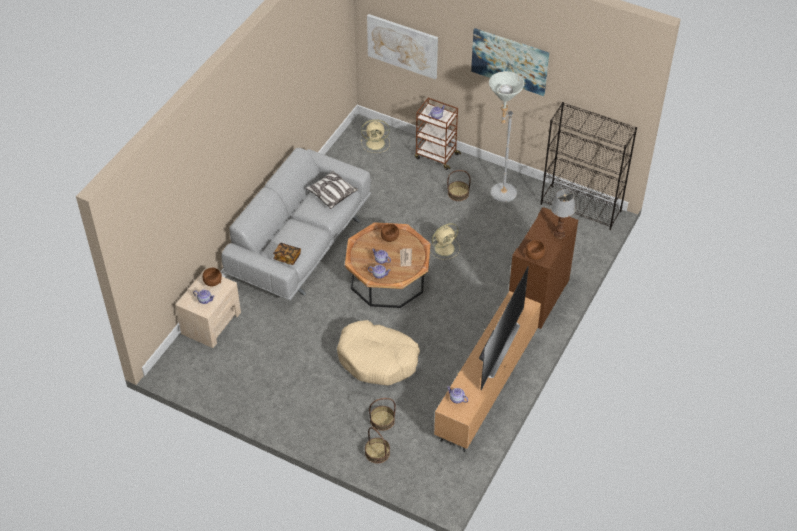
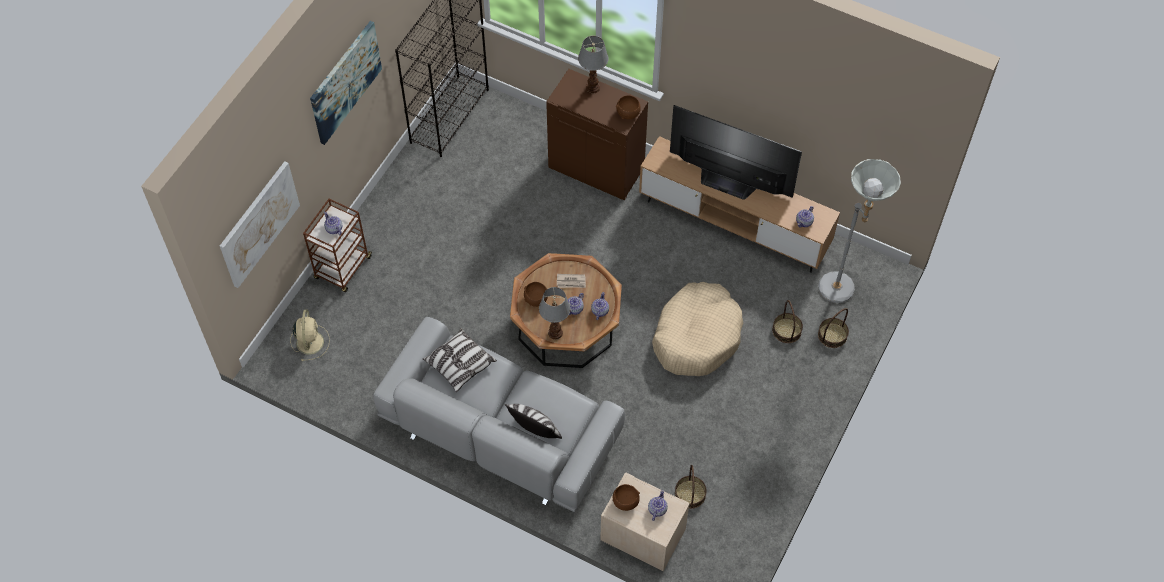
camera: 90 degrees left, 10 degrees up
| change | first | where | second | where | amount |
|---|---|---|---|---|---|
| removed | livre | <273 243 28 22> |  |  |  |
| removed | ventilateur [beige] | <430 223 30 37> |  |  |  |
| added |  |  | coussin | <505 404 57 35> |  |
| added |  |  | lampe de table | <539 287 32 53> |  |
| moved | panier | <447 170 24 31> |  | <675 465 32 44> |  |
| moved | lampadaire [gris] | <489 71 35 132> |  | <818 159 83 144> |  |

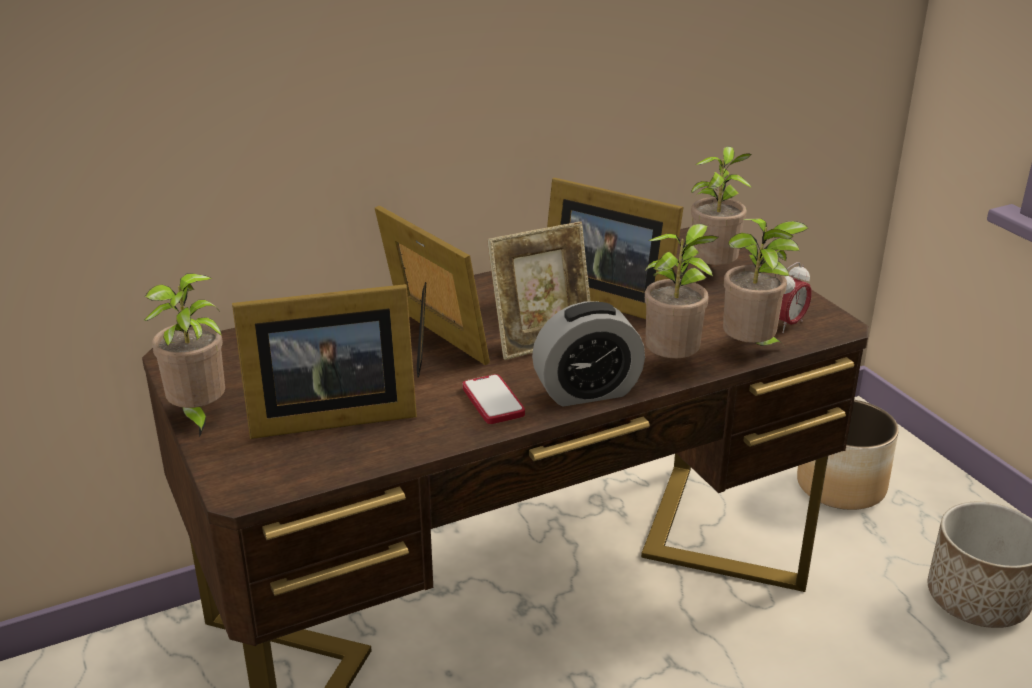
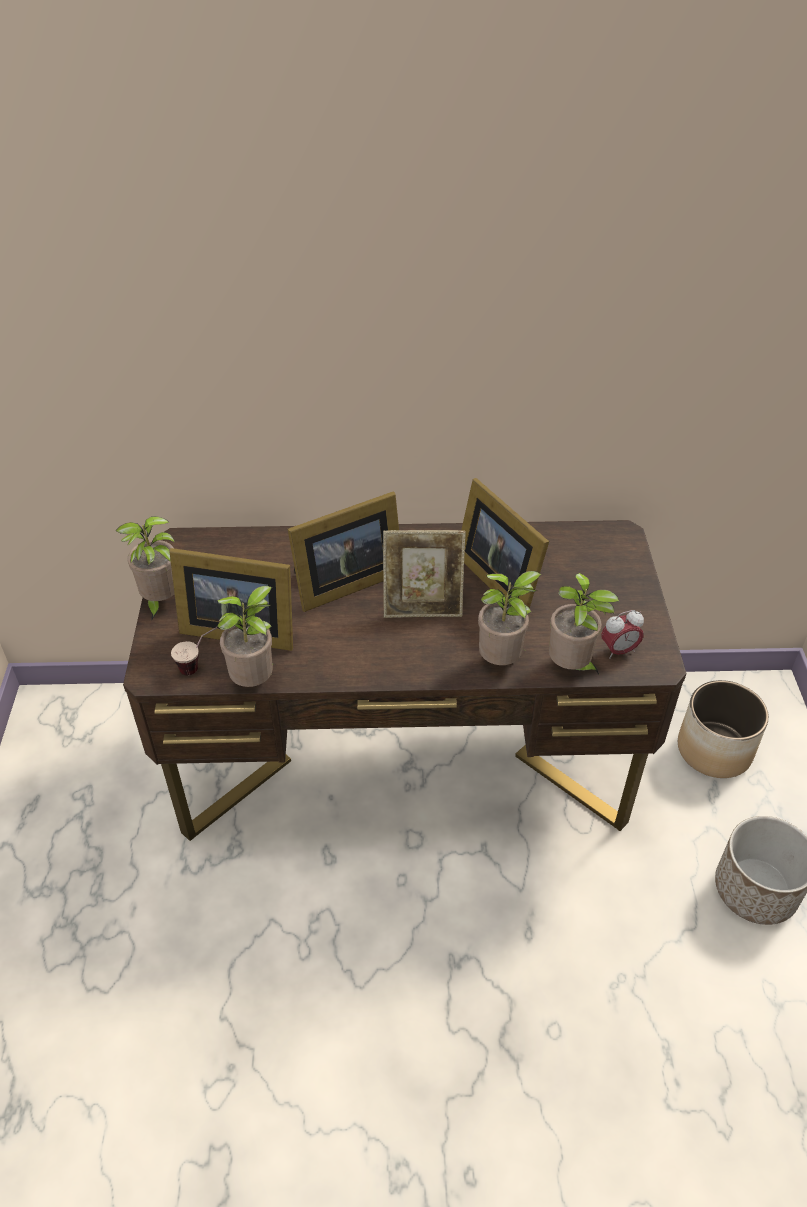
camera: 25 degrees right, 15 degrees up
| change | first | where | second | where | amount |
|---|---|---|---|---|---|
| removed | téléphone | <462 374 63 50> |  |  |  |
| removed | réveil | <532 301 113 105> |  |  |  |
| added |  |  | tasse | <171 627 46 48> |  |
| moved | plante en pot | <691 146 61 119> |  | <217 585 59 102> |  |
| turned | cadre photo | <375 206 115 171> |  | <288 491 111 121> | 75 degrees clockwise |

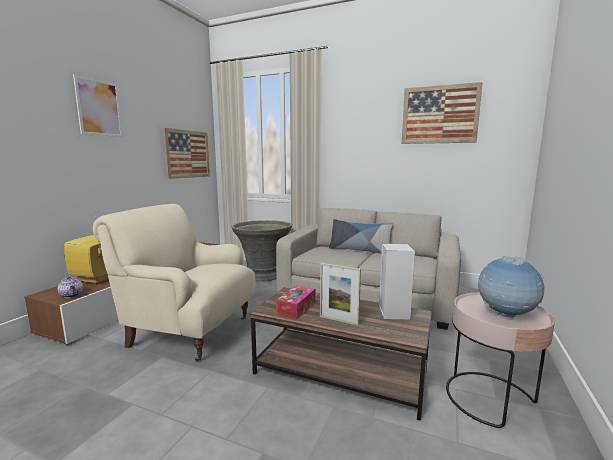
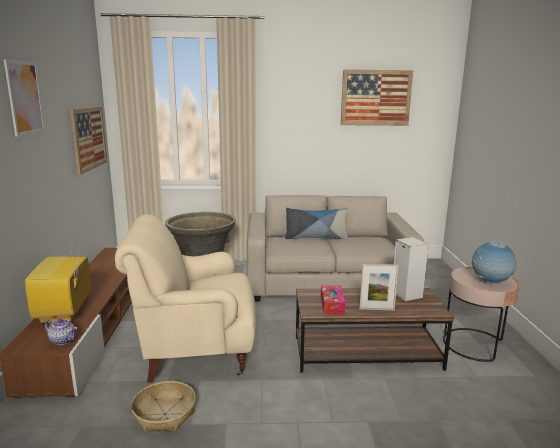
camera: 25 degrees left, 5 degrees up
| change | first | where | second | where | amount |
|---|---|---|---|---|---|
| added |  |  | panier | <131 381 65 52> |  |

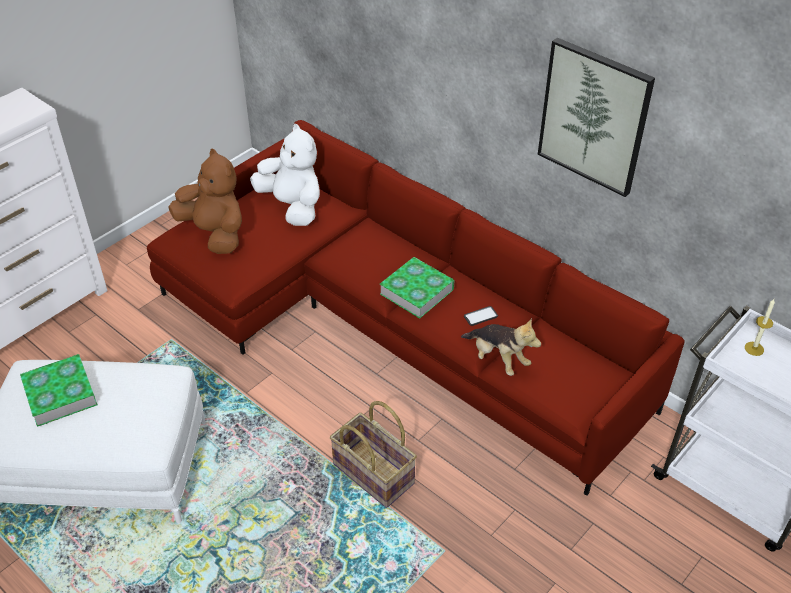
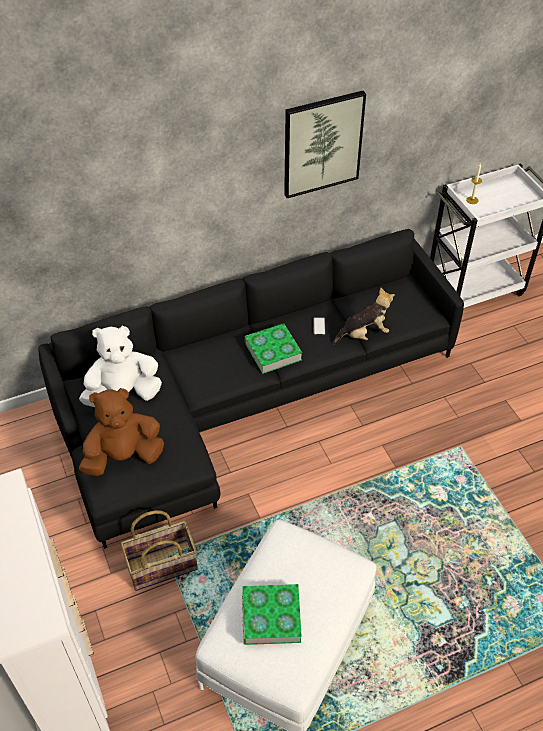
camera: 65 degrees left, 5 degrees up
| change | first | where | second | where | amount |
|---|---|---|---|---|---|
| moved | panier | <330 401 87 107> |  | <120 510 78 81> |  |
| recoloured | canapé [rouge] | <147 120 538 376> | canapé [noir] | <38 229 426 320> |  |

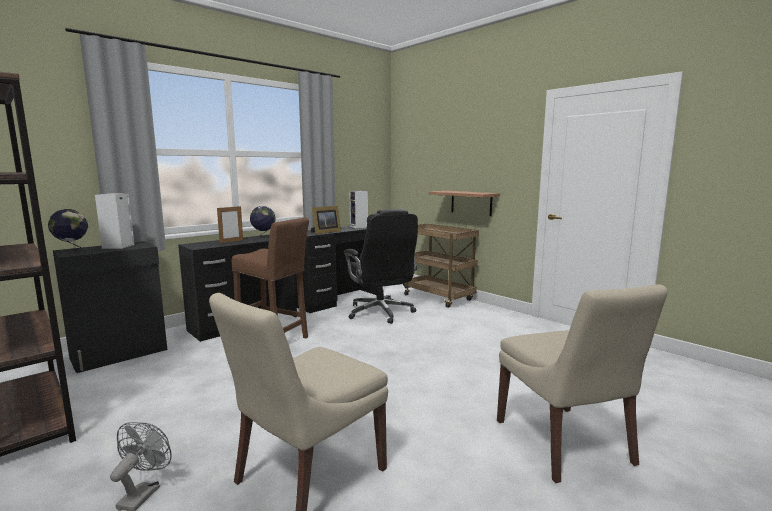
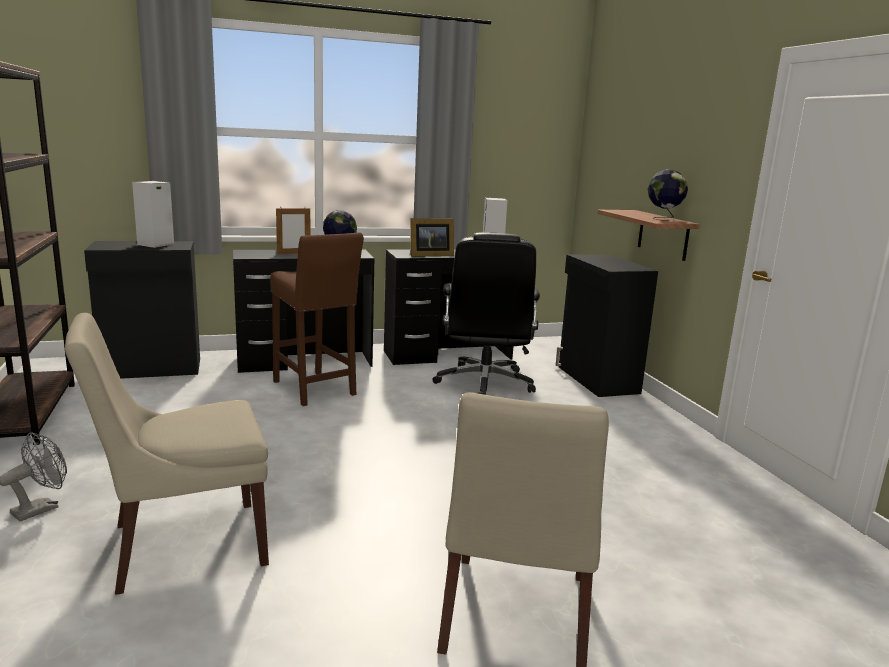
camera: 25 degrees right, 5 degrees up
| change | first | where | second | where | amount |
|---|---|---|---|---|---|
| moved | globe | <48 209 40 44> |  | <648 169 40 52> |  |
| replaced | chariot [marron] | <404 223 75 85> | meuble de rangement [noir] | <556 254 102 143> |  |

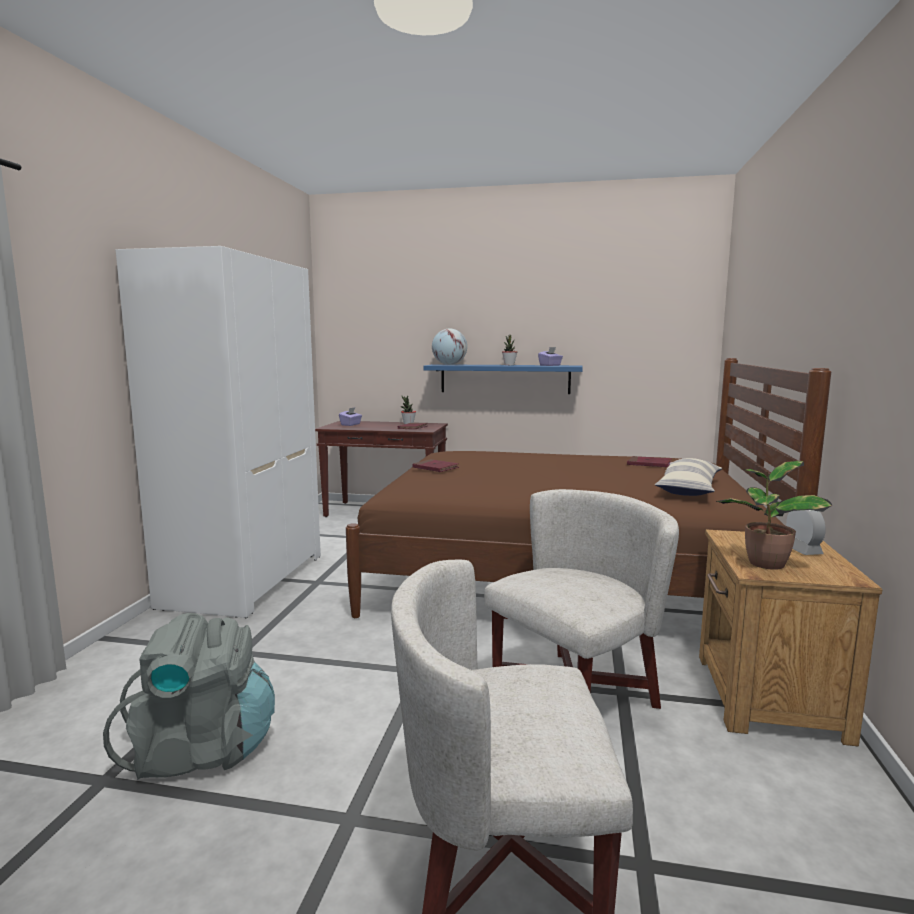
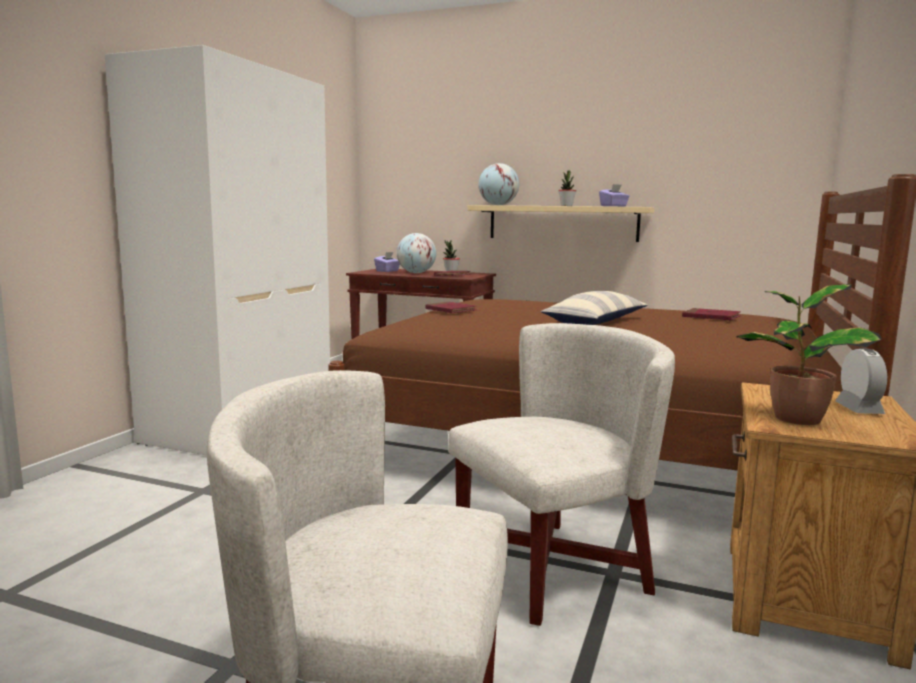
camera: 10 degrees right, 0 degrees up
| change | first | where | second | where | amount |
|---|---|---|---|---|---|
| removed | sac à dos [gris] | <103 613 172 167> |  |  |  |
| added |  |  | globe | <397 233 39 40> |  |
| moved | coussin | <655 458 67 38> |  | <541 291 107 34> |  |
| recoloured | étagère [bleu] | <424 364 159 30> | étagère [beige] | <467 205 187 37> |  |

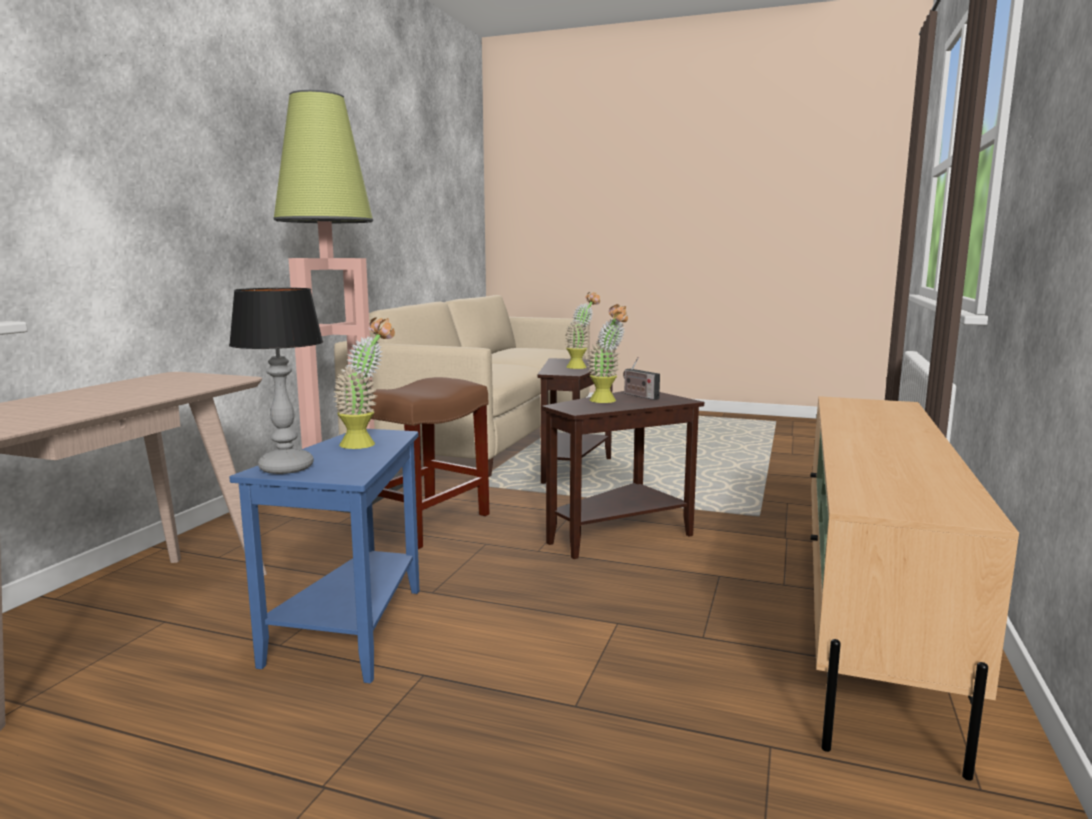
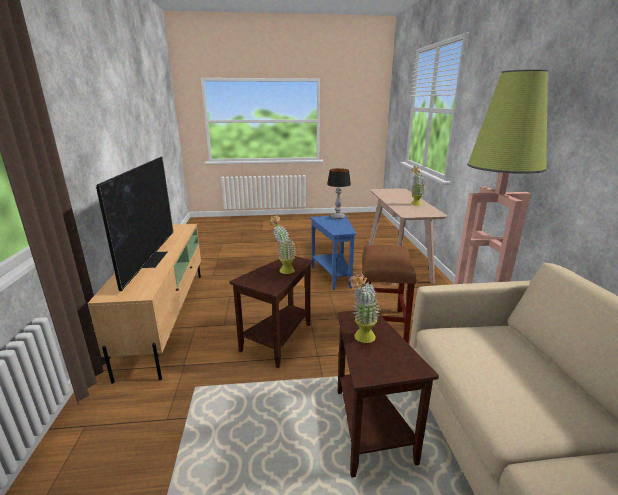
camera: 155 degrees right, 10 degrees up
| change | first | where | second | where | amount |
|---|---|---|---|---|---|
| removed | radio | <623 357 37 43> |  |  |  |
| added |  |  | téléviseur | <96 156 77 135> |  |
| moved | plante en pot | <333 317 62 132> |  | <411 166 14 40> |  |

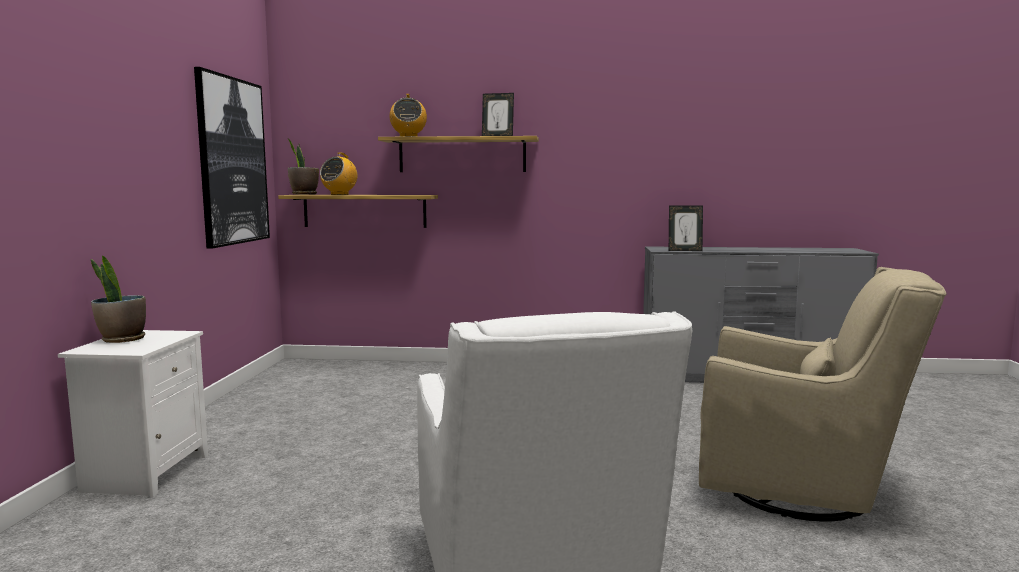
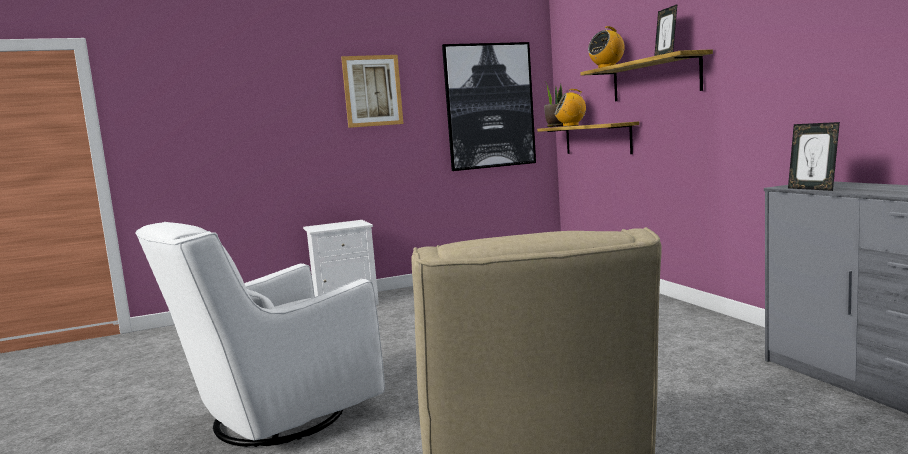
camera: 65 degrees right, 0 degrees up
| change | first | where | second | where | amount |
|---|---|---|---|---|---|
| removed | plante en pot | <91 256 55 87> |  |  |  |
| added |  |  | tableau | <341 55 63 73> |  |

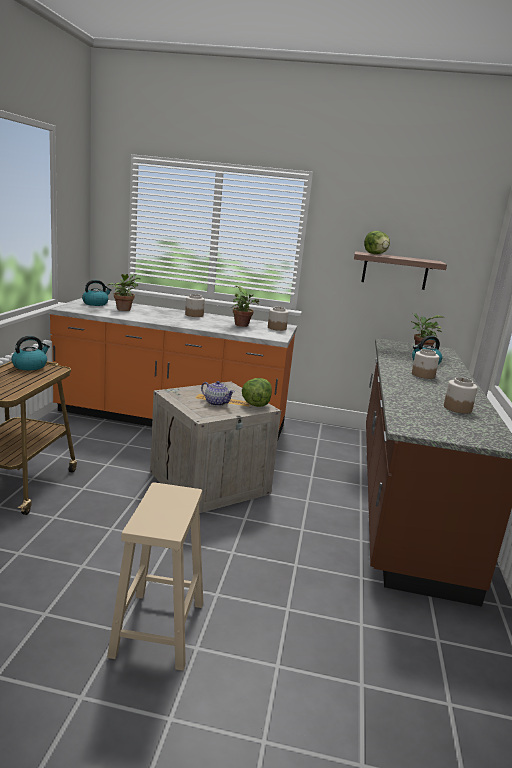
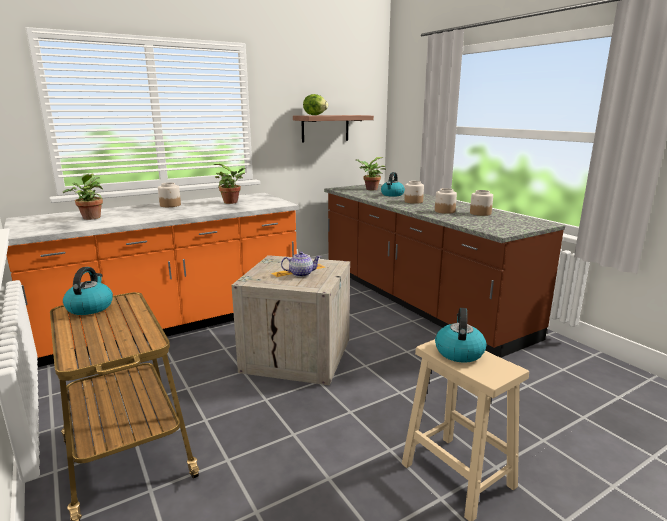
camera: 40 degrees left, 0 degrees up
| change | first | where | second | where | amount |
|---|---|---|---|---|---|
| removed | laitue | <242 378 30 29> |  |  |  |
| moved | bouilloire | <82 280 29 26> |  | <435 308 51 55> |  |
| moved | bocal | <268 307 21 24> |  | <435 188 22 26> |  |

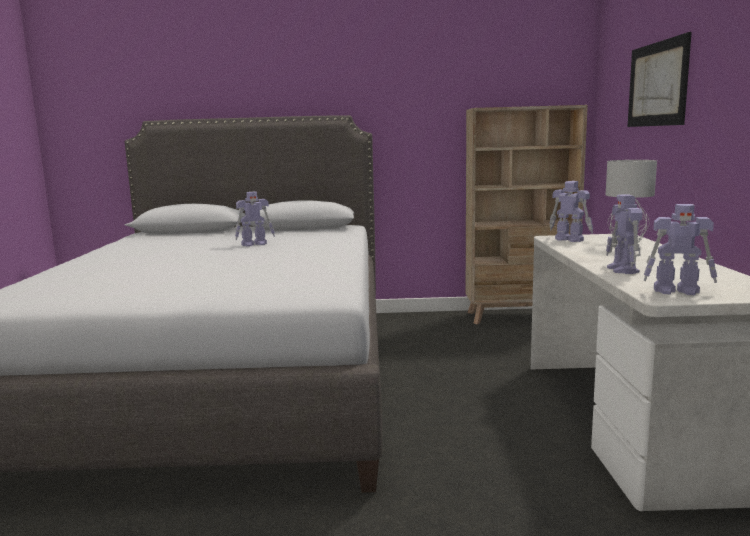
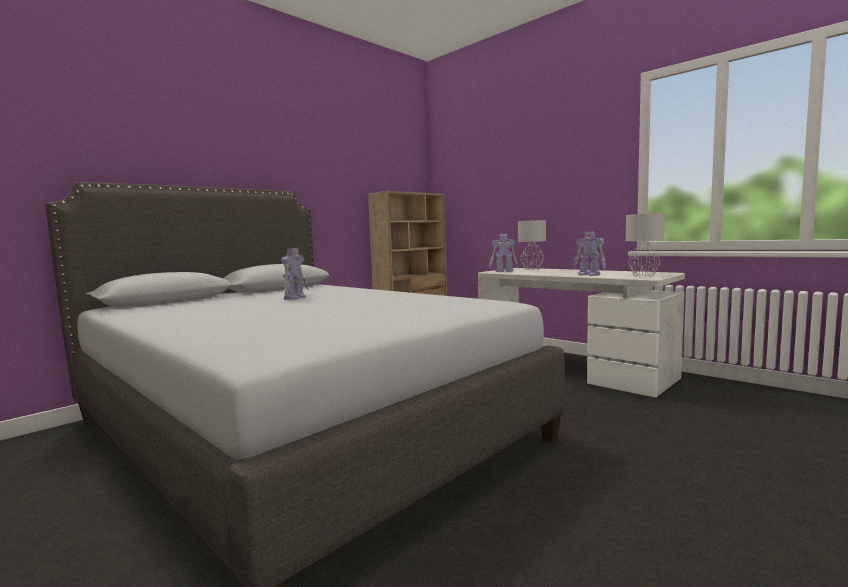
camera: 45 degrees left, 5 degrees down
| change | first | where | second | where | amount |
|---|---|---|---|---|---|
| removed | tableau | <628 32 64 95> |  |  |  |
| replaced | robot jouet | <643 204 74 91> | lampe de table [gris] | <626 213 39 64> |  |

